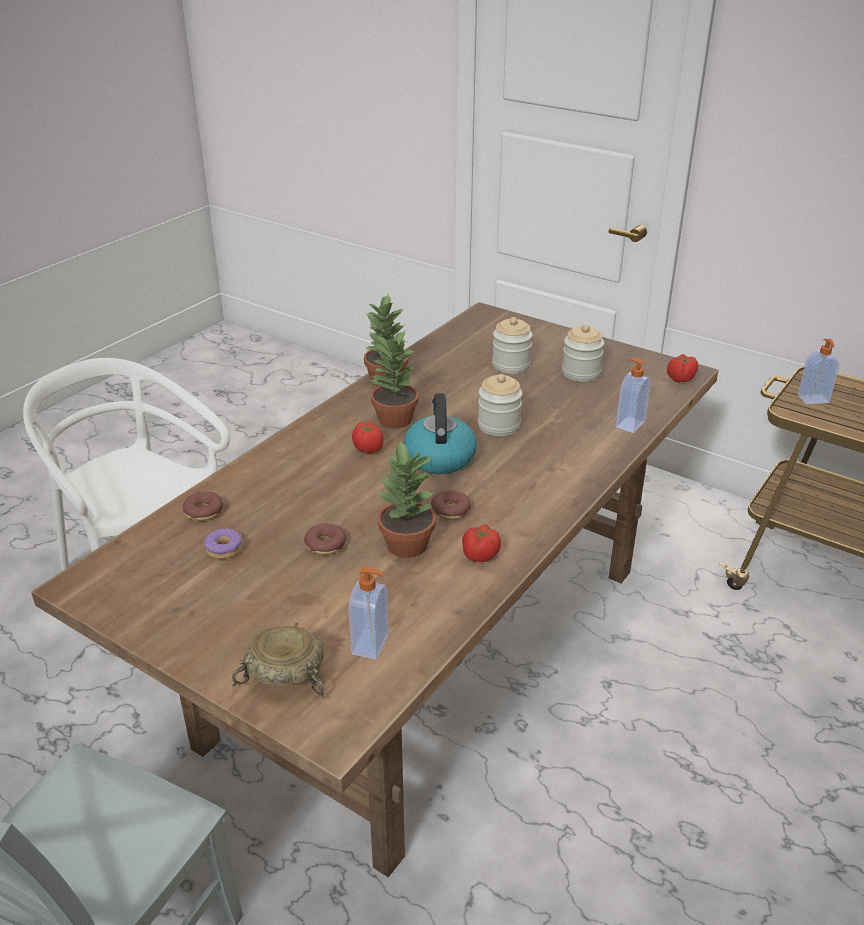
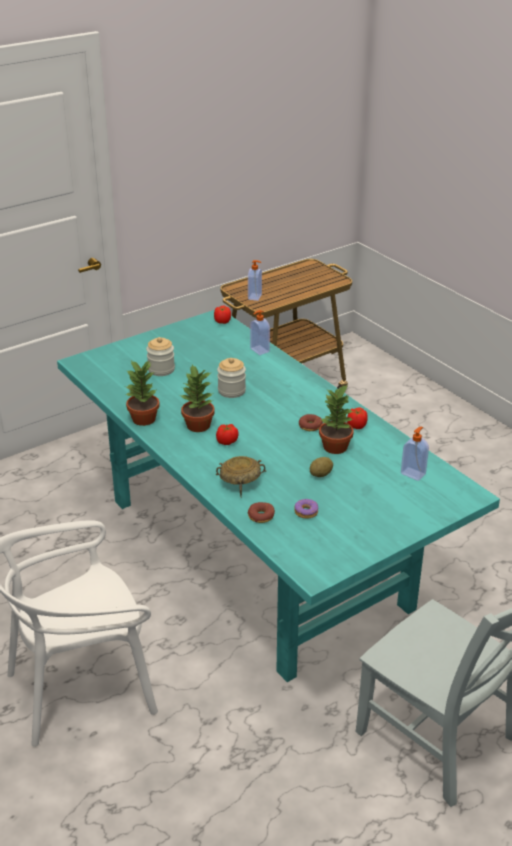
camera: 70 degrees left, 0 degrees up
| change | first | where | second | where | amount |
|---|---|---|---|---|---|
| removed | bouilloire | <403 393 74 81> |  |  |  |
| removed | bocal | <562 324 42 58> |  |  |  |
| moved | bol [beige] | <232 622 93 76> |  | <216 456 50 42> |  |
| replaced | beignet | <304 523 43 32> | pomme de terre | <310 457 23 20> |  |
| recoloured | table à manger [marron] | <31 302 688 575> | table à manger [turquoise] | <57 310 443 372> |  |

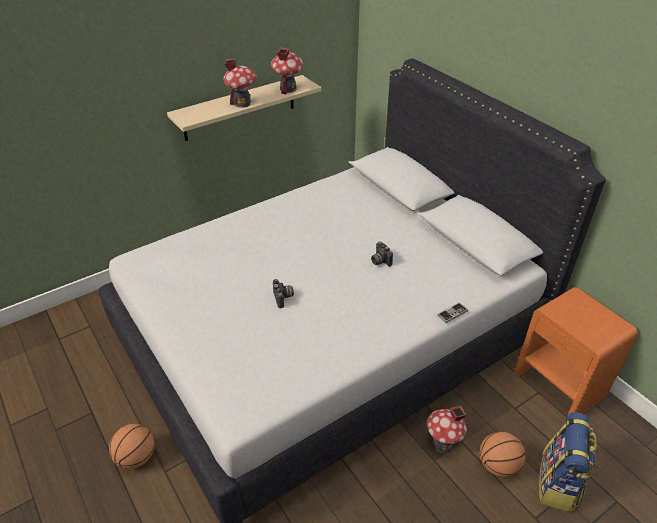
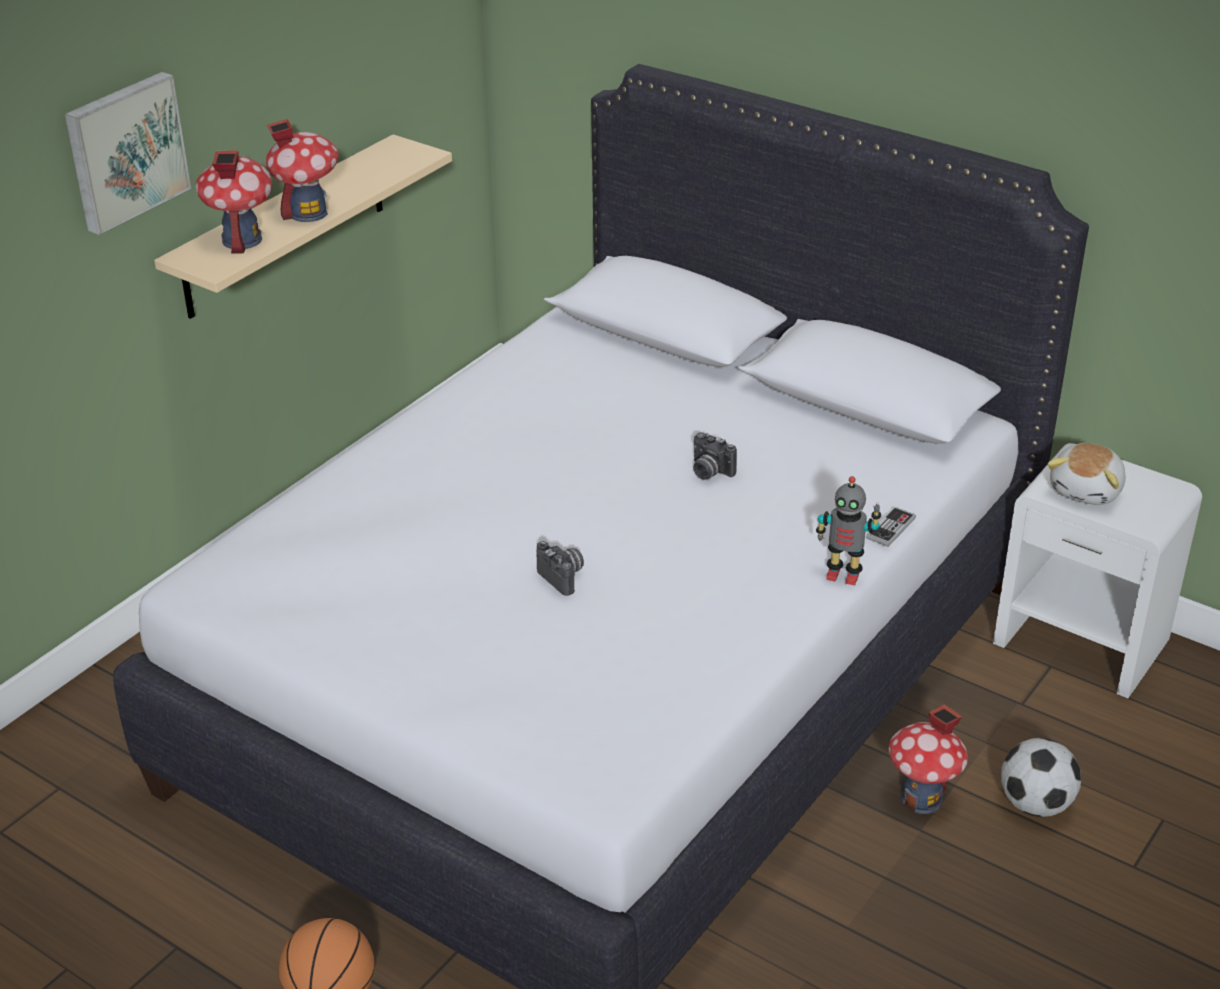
camera: 20 degrees left, 5 degrees down
| change | first | where | second | where | amount |
|---|---|---|---|---|---|
| removed | sac à dos | <539 412 57 100> |  |  |  |
| added |  |  | tableau | <65 72 126 163> |  |
| added |  |  | robot jouet | <816 476 65 109> |  |
| added |  |  | peluche | <1048 443 78 62> |  |
| moved | maison miniature | <271 48 32 46> |  | <195 151 77 102> |  |
| replaced | ballon de basket | <480 432 46 45> | ballon de foot | <1001 738 80 79> |  |
| recoloured | table de chevet [orange] | <515 287 123 129> | table de chevet [blanc] | <993 443 209 255> |  |

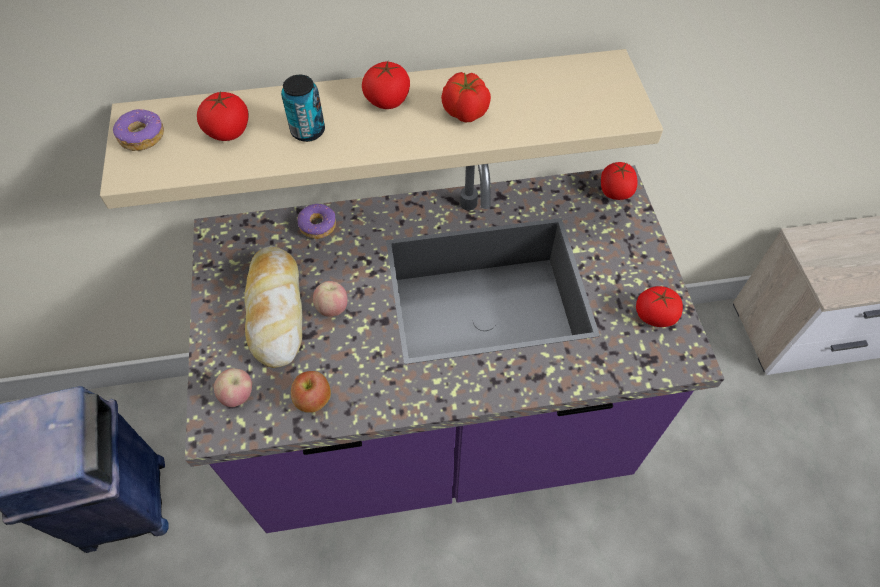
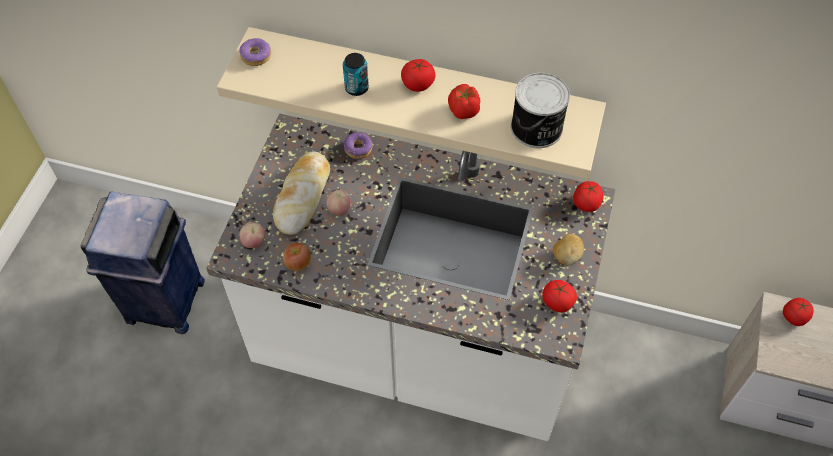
camera: 25 degrees right, 0 degrees up
| change | first | where | second | where | amount |
|---|---|---|---|---|---|
| added |  |  | boîte métallique | <511 73 59 75> |  |
| added |  |  | pomme de terre | <553 234 31 31> |  |
| moved | tomate | <197 91 52 50> |  | <783 298 31 28> |  |
| recoloured | comptoir de cuisine [violet] | <185 164 539 369> | comptoir de cuisine [blanc] | <206 113 409 328> |  |

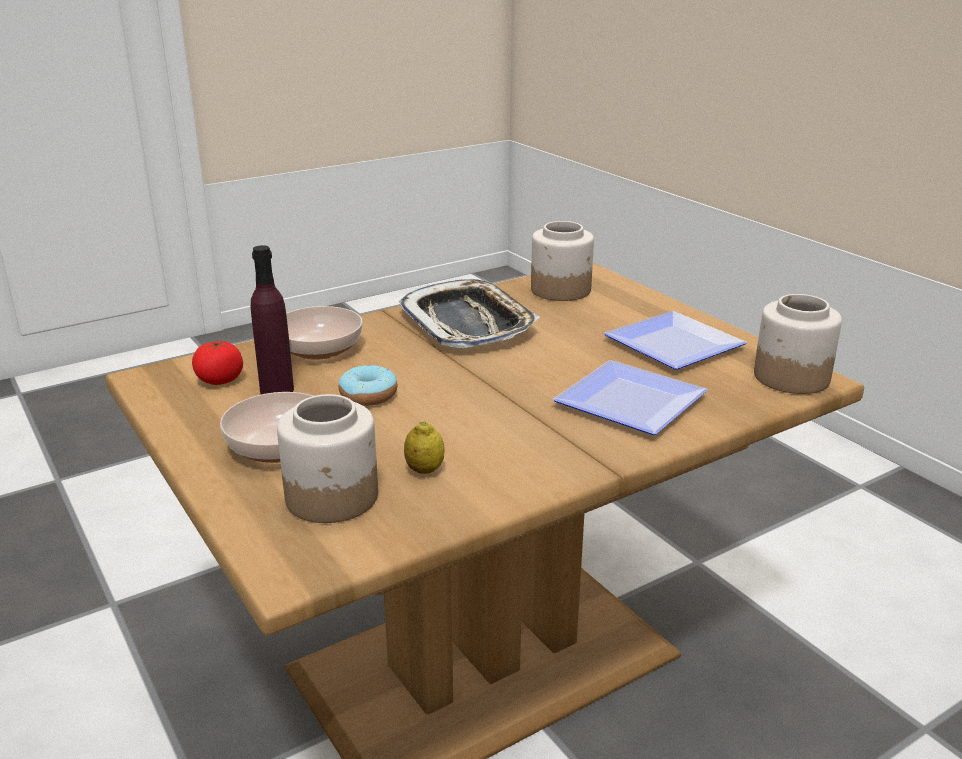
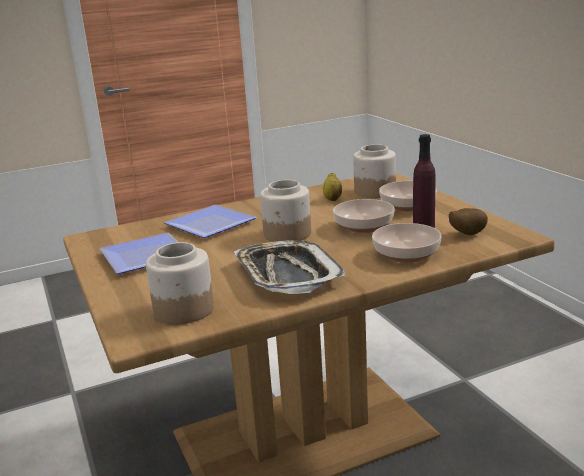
camera: 170 degrees left, 5 degrees down
| change | first | where | second | where | amount |
|---|---|---|---|---|---|
| moved | bocal | <754 294 88 100> |  | <260 180 51 62> |  |
| replaced | tomate | <192 341 51 44> | pomme de terre | <449 208 39 27> |  |
| replaced | beignet | <338 365 59 41> | bol | <333 199 62 34> |  |

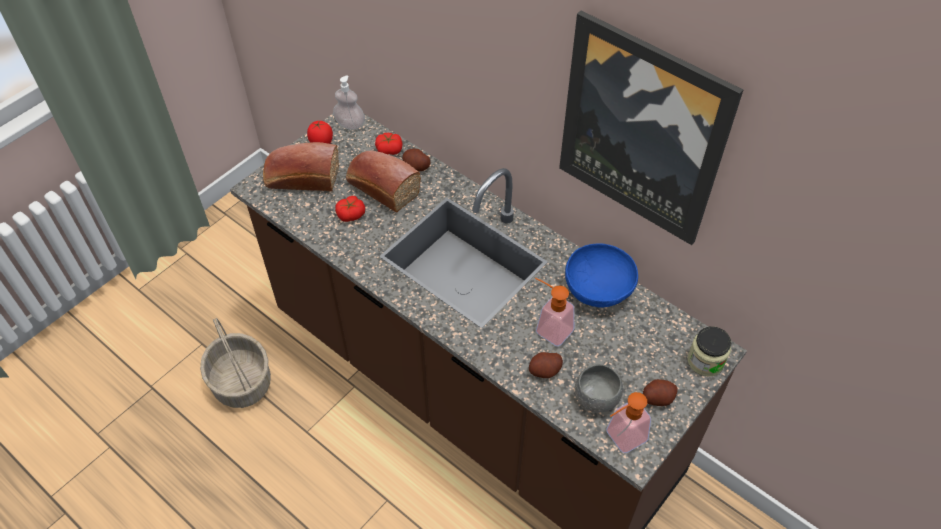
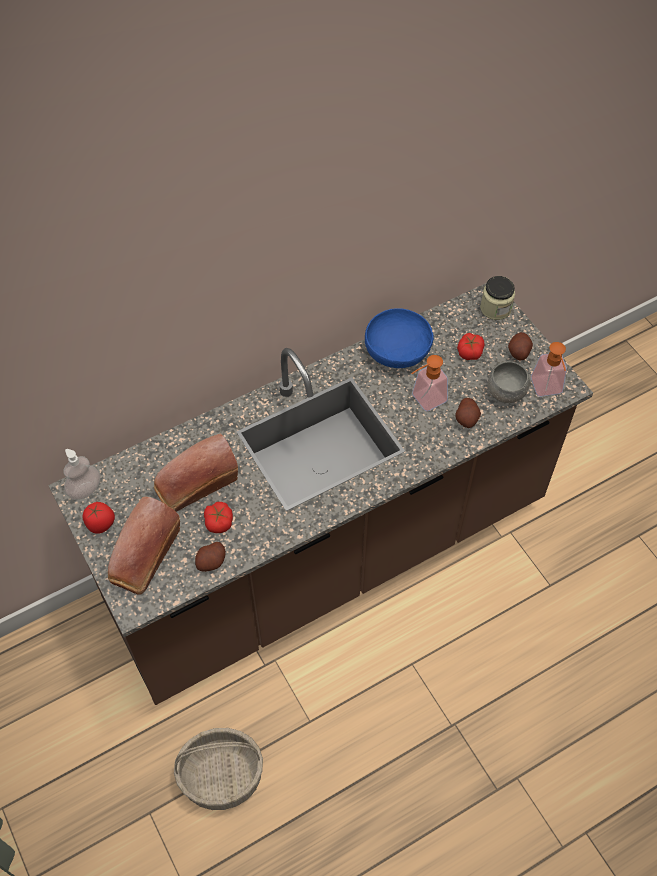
camera: 70 degrees left, 5 degrees up
| change | first | where | second | where | amount |
|---|---|---|---|---|---|
| removed | tableau | <559 10 184 235> |  |  |  |
| moved | tomate | <375 133 28 22> |  | <457 333 27 27> |  |
| moved | pomme de terre | <402 149 29 23> |  | <195 542 31 30> |  |

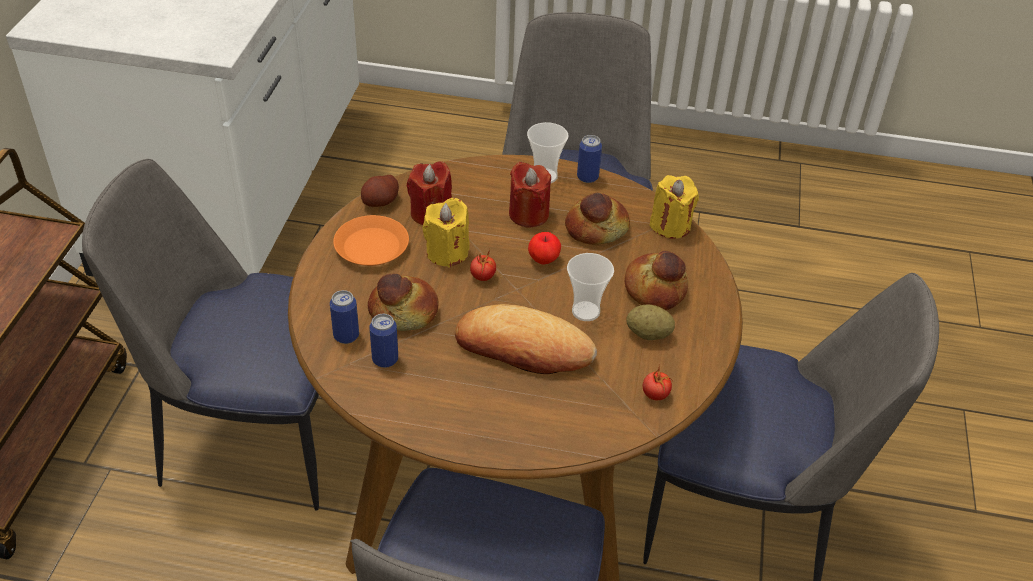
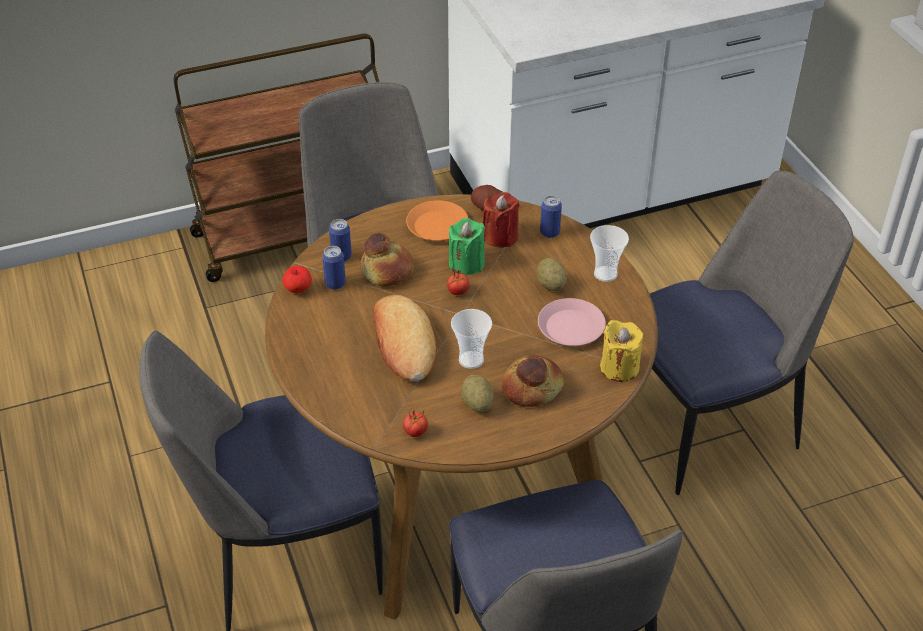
camera: 60 degrees right, 0 degrees up
| change | first | where | second | where | amount |
|---|---|---|---|---|---|
| moved | pomme | <528 232 33 32> |  | <282 266 30 27> |  |
| moved | boîte métallique | <577 135 25 48> |  | <540 195 22 43> |  |
| replaced | bougie [rouge] | <509 162 42 65> | pomme de terre | <537 258 30 33> |  |
| replaced | pain | <565 193 65 52> | assiette [rose] | <538 298 68 48> |  |
| recoloured | bougie [jaune] | <423 198 47 70> | bougie [vert] | <449 218 36 57> |  |

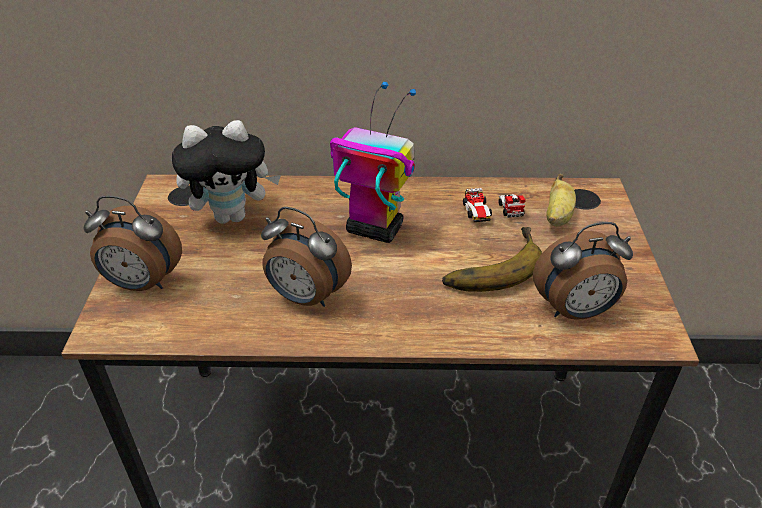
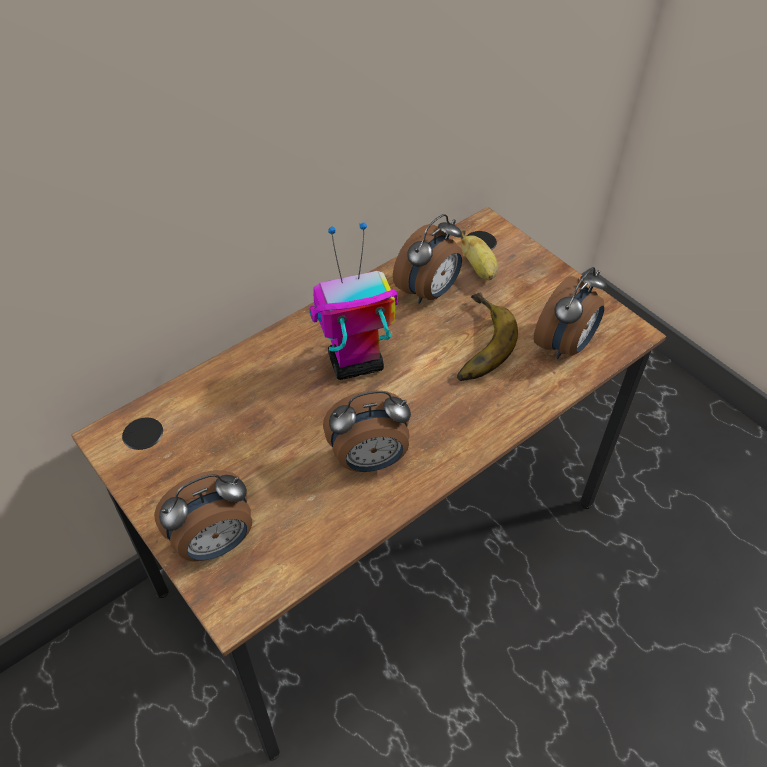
camera: 40 degrees left, 10 degrees up
| change | first | where | second | where | amount |
|---|---|---|---|---|---|
| removed | peluche | <172 120 109 104> |  |  |  |
| replaced | petite voiture | <463 188 63 34> | réveil | <393 214 70 90> |  |

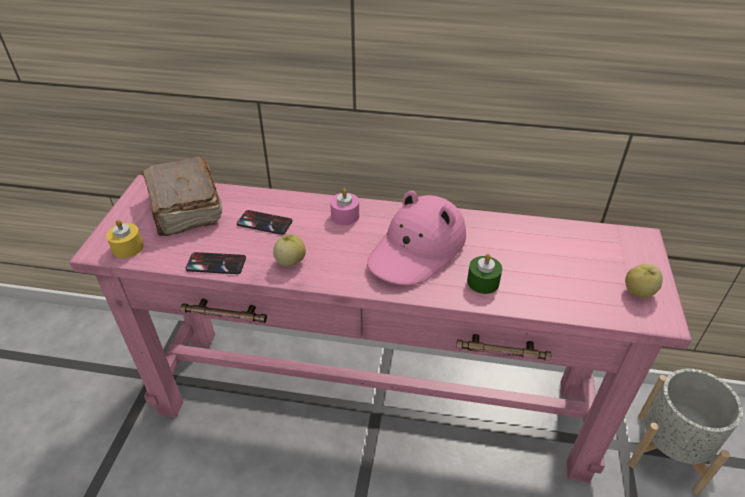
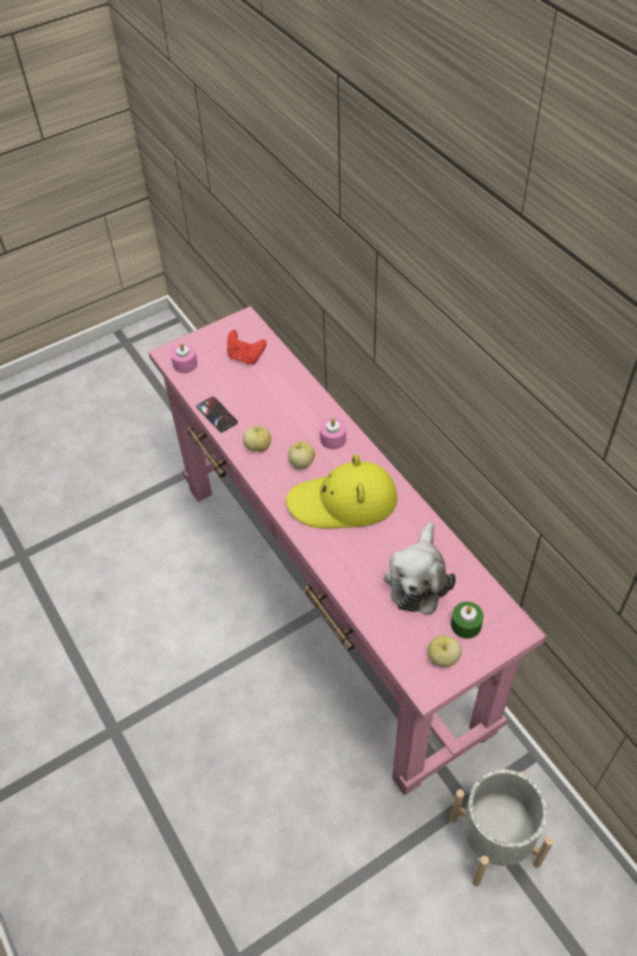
camera: 50 degrees right, 10 degrees up
| change | first | where | second | where | amount |
|---|---|---|---|---|---|
| removed | téléphone | <237 210 56 25> |  |  |  |
| added |  |  | pomme | <288 441 27 28> |  |
| added |  |  | peluche | <384 522 72 93> |  |
| moved | bougie [vert] | <467 254 35 40> |  | <451 602 33 37> |  |
| replaced | livre [marron] | <141 157 82 79> | manette [rouge] | <227 330 40 34> |  |
| recoloured | bougie [jaune] | <106 220 38 38> | bougie [rose] | <171 343 26 30> |  |
| recoloured | chapeau [rose] | <367 191 99 94> | chapeau [jaune] | <286 454 111 75> |  |

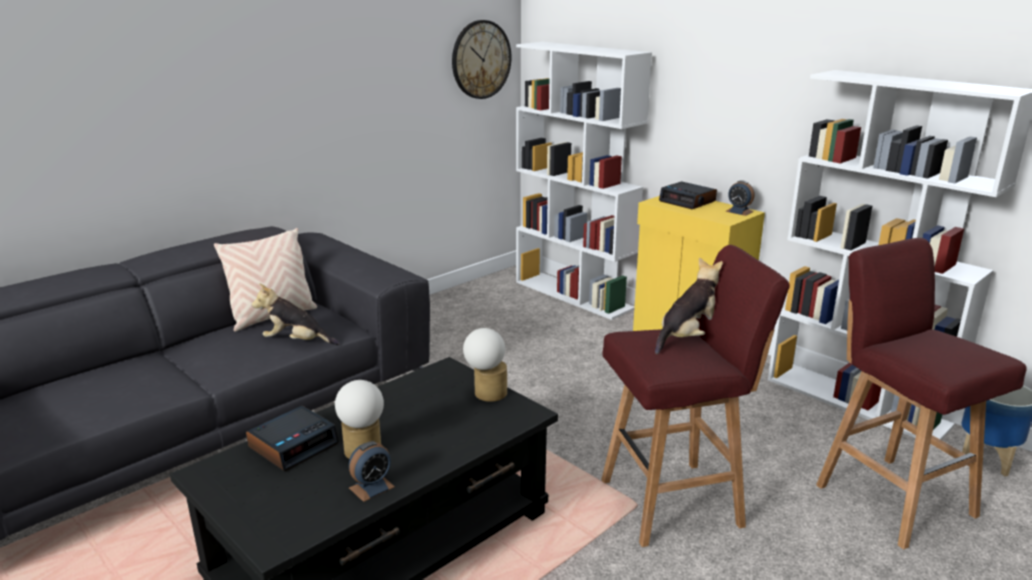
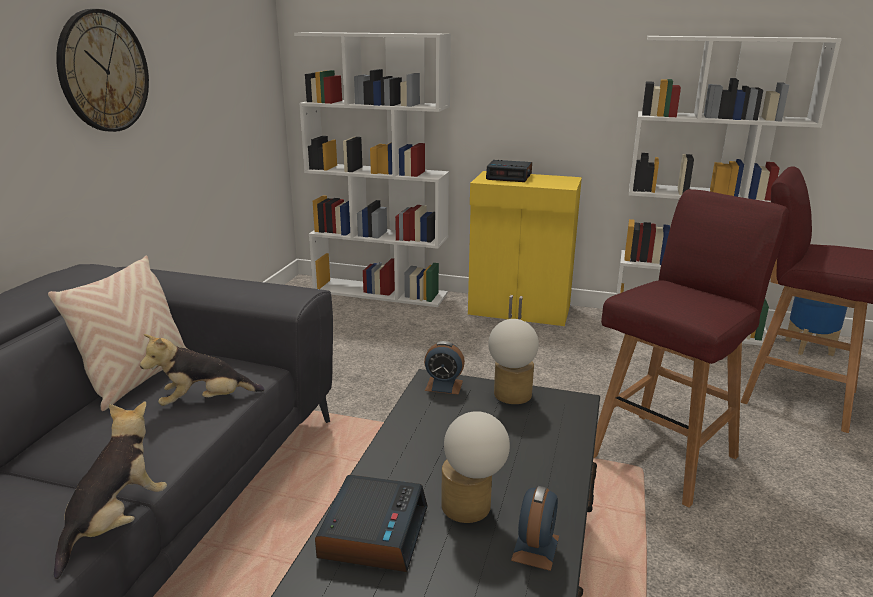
camera: 30 degrees left, 0 degrees up
| change | first | where | second | where | amount |
|---|---|---|---|---|---|
| moved | horloge murale | <452 20 59 79> |  | <56 9 93 123> |  |
| moved | peluche | <655 258 68 96> |  | <54 401 113 178> |  |
| moved | réveil | <725 180 30 36> |  | <424 341 41 54> |  |

